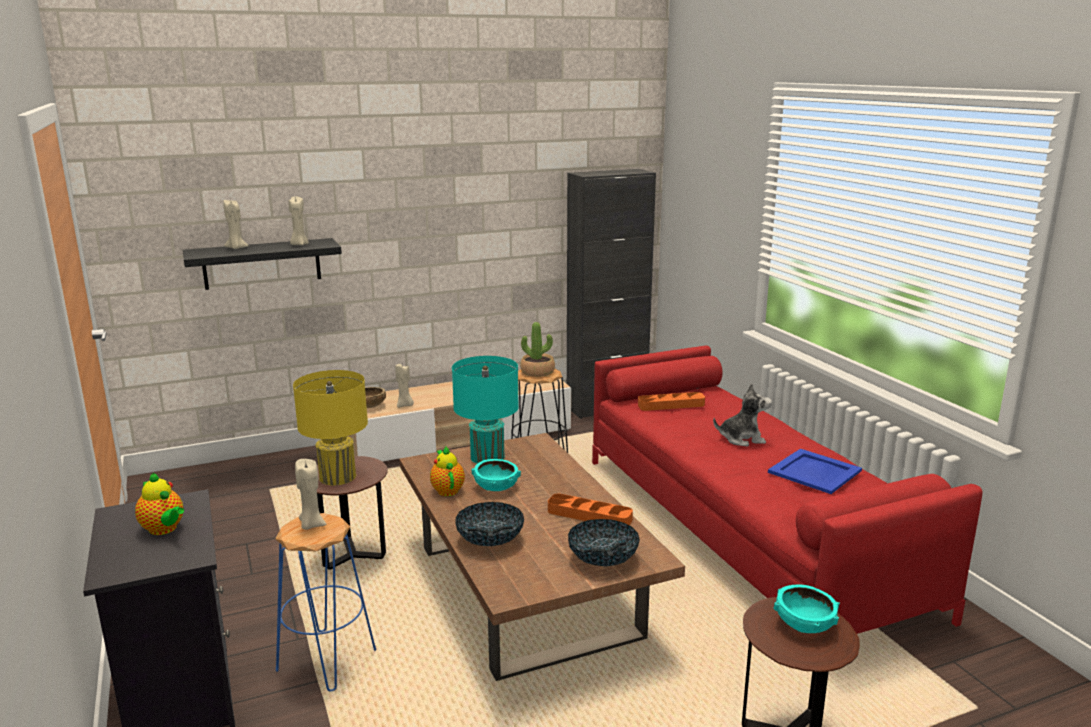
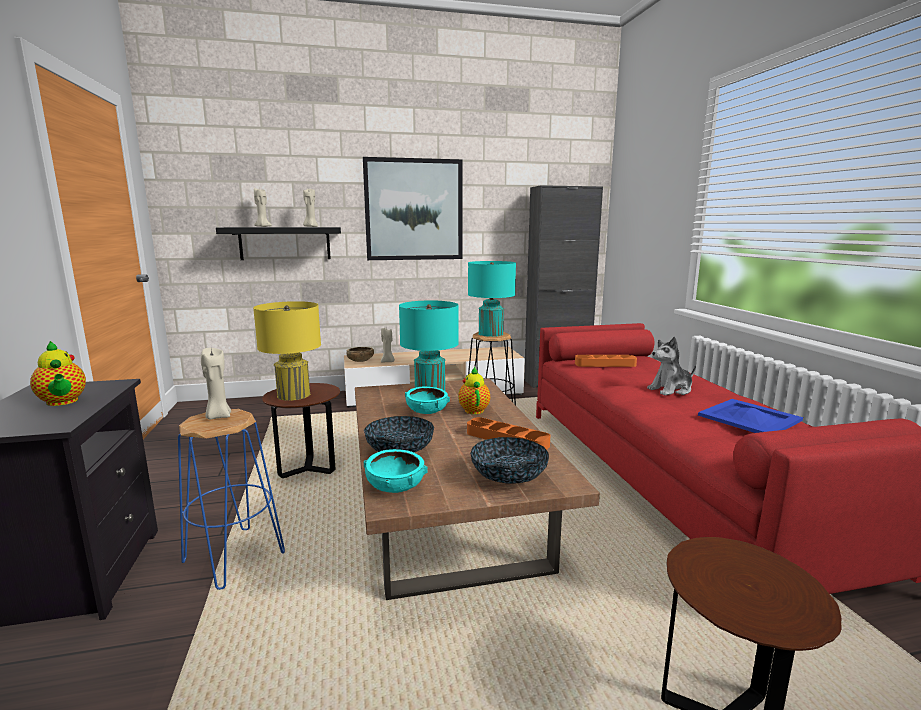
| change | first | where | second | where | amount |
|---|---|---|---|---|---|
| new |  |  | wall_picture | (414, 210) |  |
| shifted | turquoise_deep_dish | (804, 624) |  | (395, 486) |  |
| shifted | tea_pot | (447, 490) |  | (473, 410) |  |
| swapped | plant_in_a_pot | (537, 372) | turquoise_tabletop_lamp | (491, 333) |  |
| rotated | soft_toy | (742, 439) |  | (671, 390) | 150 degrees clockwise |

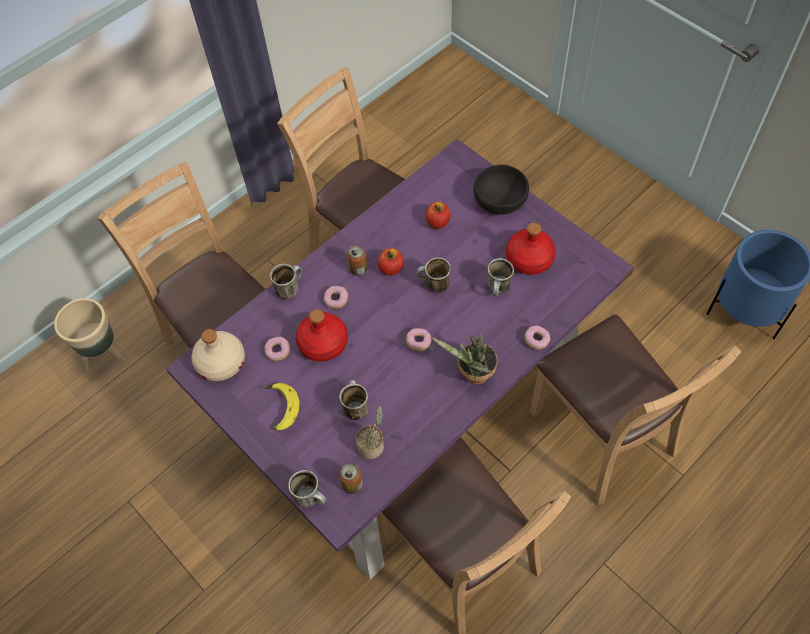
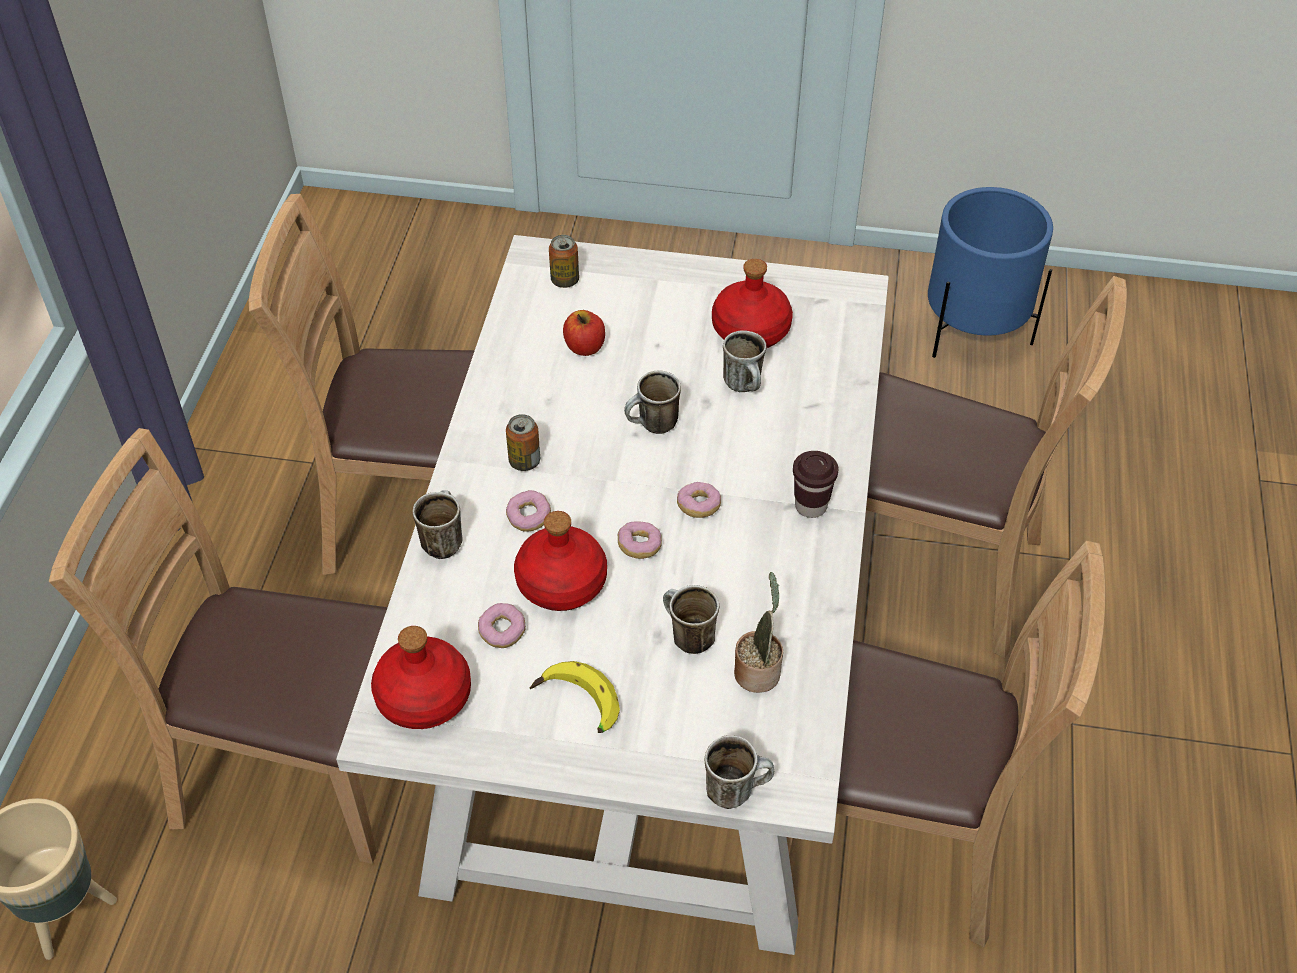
| change | first | where | second | where | amount |
|---|---|---|---|---|---|
| repainted | purple-coloured_dining_table | (411, 405) | whitish_dining_table | (651, 684) |  |
| repainted | sand-coloured_bottle | (221, 362) | reddish_bottle | (424, 696) |  |
| shifted | metal_can | (352, 484) |  | (565, 280) |  |
| shifted | doughnut | (536, 340) |  | (639, 546) |  |
| swapped | plant_in_a_pot | (473, 376) | brown_drinking_cup | (811, 506) |  |
| gone | apple_fruit | (391, 268) |  |  |  |
| gone | black_deep_dish | (501, 201) |  |  |  |

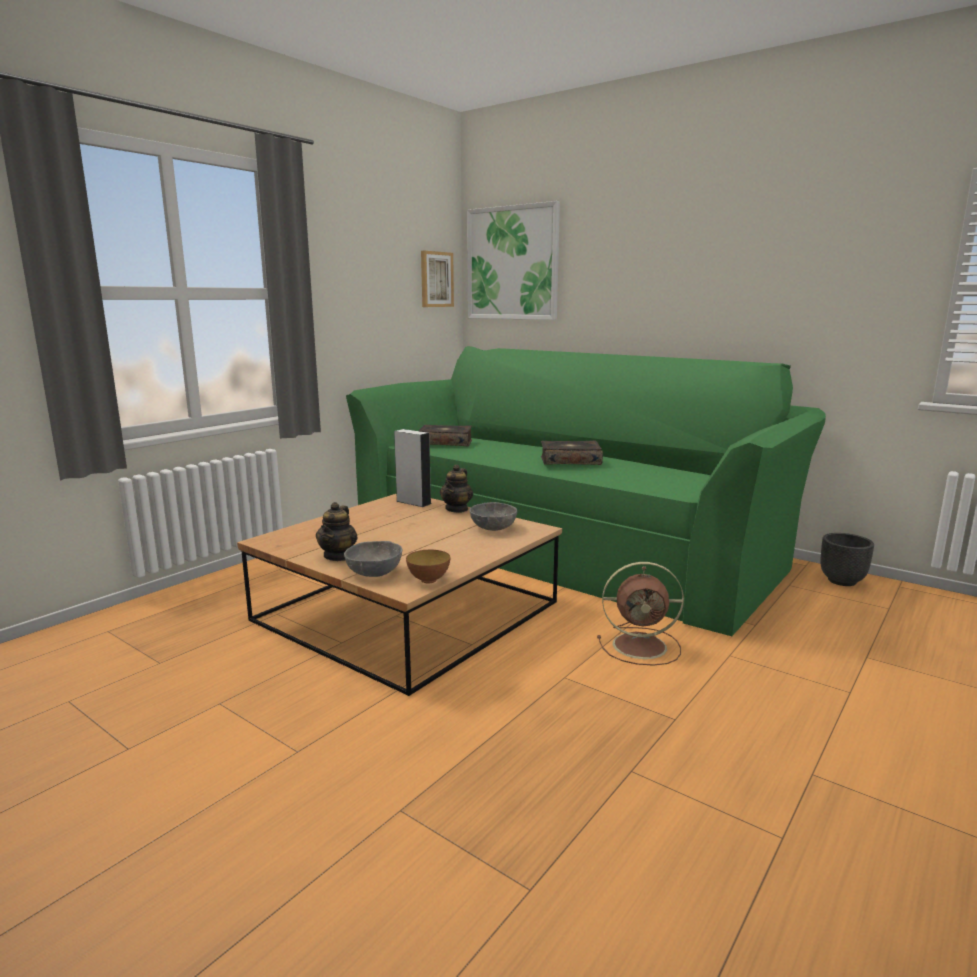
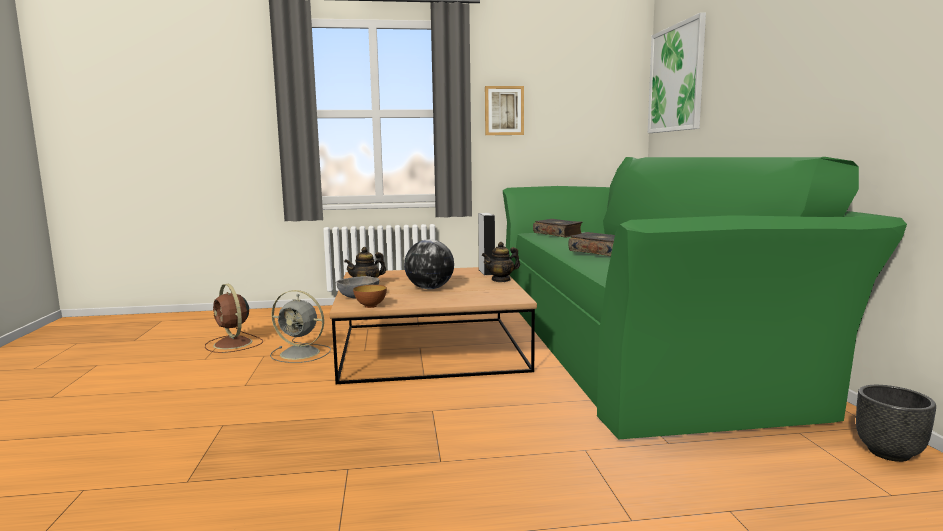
| change | first | where | second | where | amount |
|---|---|---|---|---|---|
| shifted | brown_cooling_fan | (642, 646) |  | (233, 344) |  |
| new |  |  | grey_cooling_fan | (301, 353) |  |
| new |  |  | desk_globe | (430, 288) |  |
| shifted | wall_picture | (436, 279) |  | (504, 111) |  |
| gone | grey_deep_dish | (493, 528) |  |  |  |

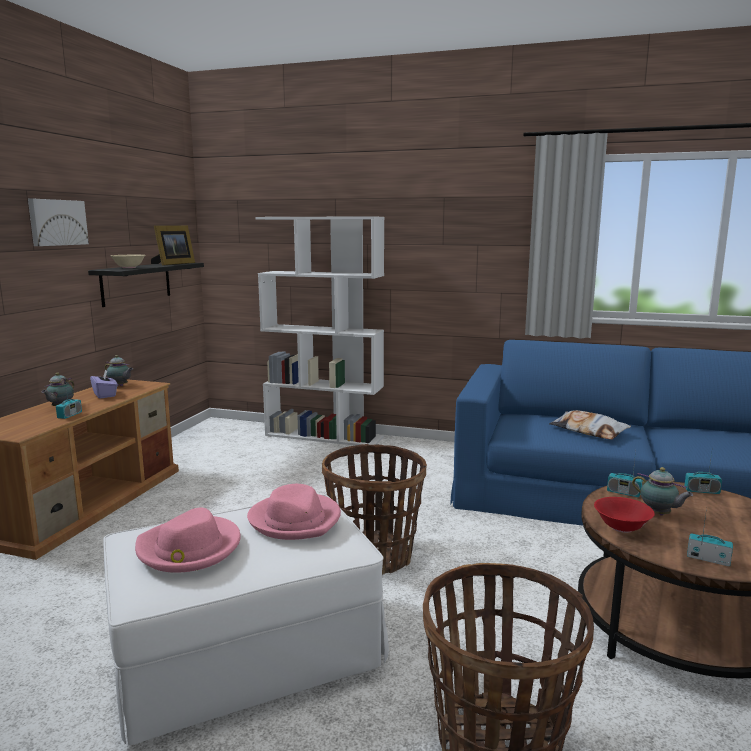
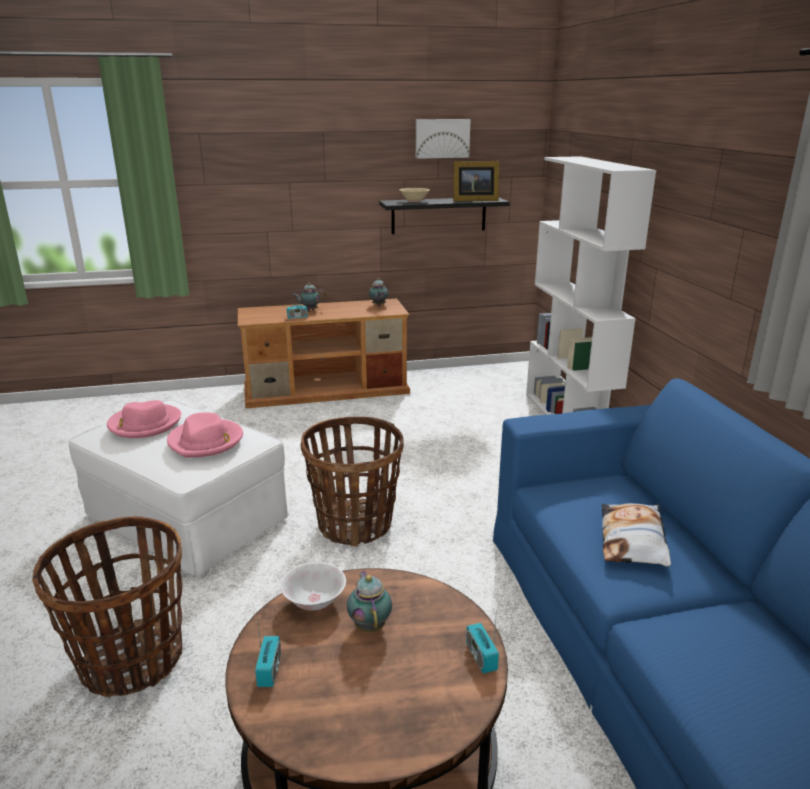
| change | first | where | second | where | amount |
|---|---|---|---|---|---|
| repainted | reddish_deep_dish | (621, 527) | whitish_deep_dish | (315, 601) |  |
| rotated | tea_pot | (659, 514) |  | (370, 625) | 150 degrees clockwise |
| shifted | wall_picture | (57, 222) |  | (442, 138) |  |
| gone | purple-coloured_tissue_box | (105, 395) |  |  |  |
| gone | radio_receiver | (623, 493) |  |  |  |

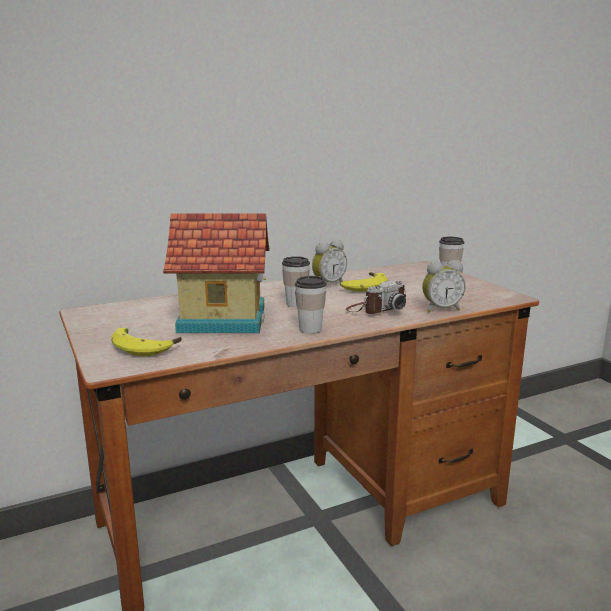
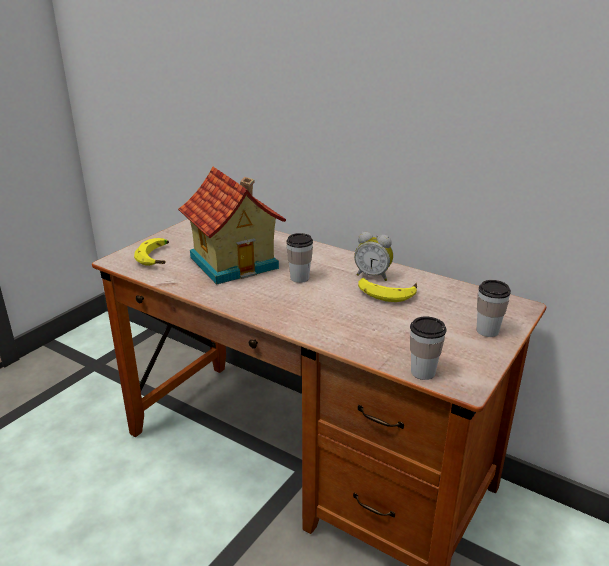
| change | first | where | second | where | amount |
|---|---|---|---|---|---|
| shifted | drinking_cup | (310, 329) |  | (423, 372) |  |
| gone | still_camera | (376, 309) |  |  |  |
| gone | table_clock | (441, 309) |  |  |  |

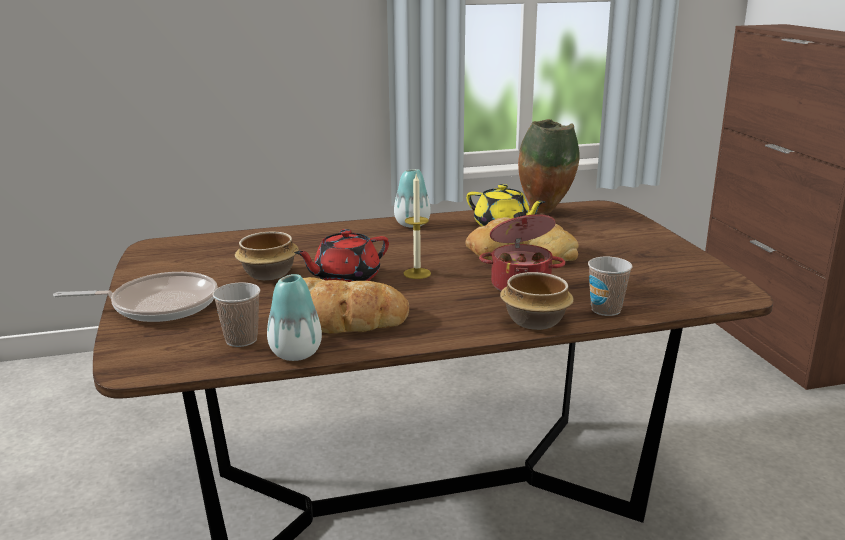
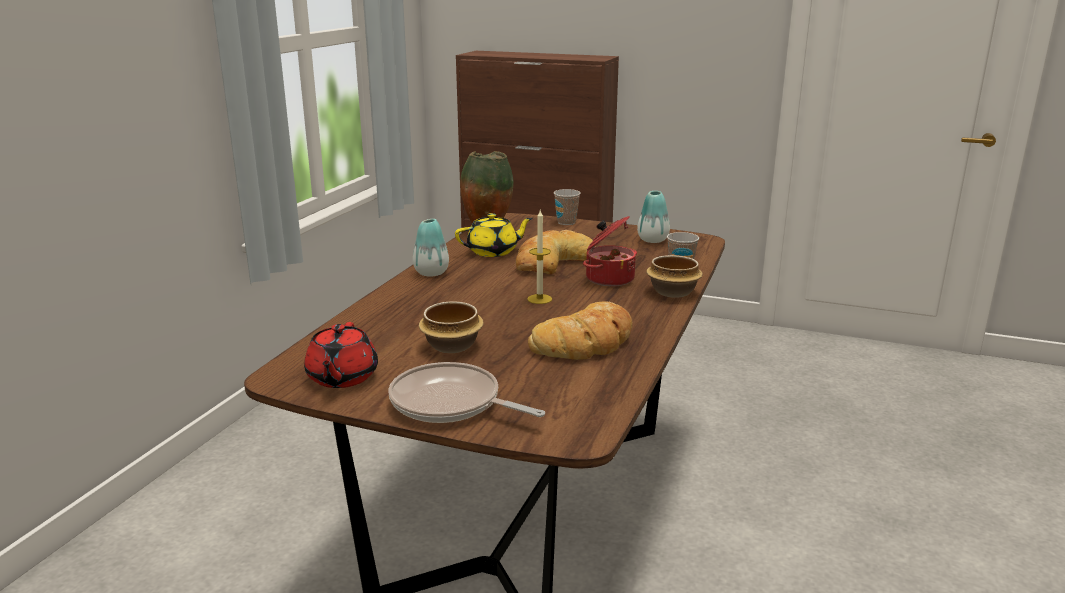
| change | first | where | second | where | amount |
|---|---|---|---|---|---|
| shifted | reddish_tea_pot | (345, 279) |  | (342, 378) |  |
| rotated | frying_pan | (158, 305) |  | (450, 403) | 90 degrees counterclockwise |
| shifted | drinking_cup | (241, 340) |  | (566, 222) |  |
| shifted | vase | (296, 353) |  | (652, 240) |  |

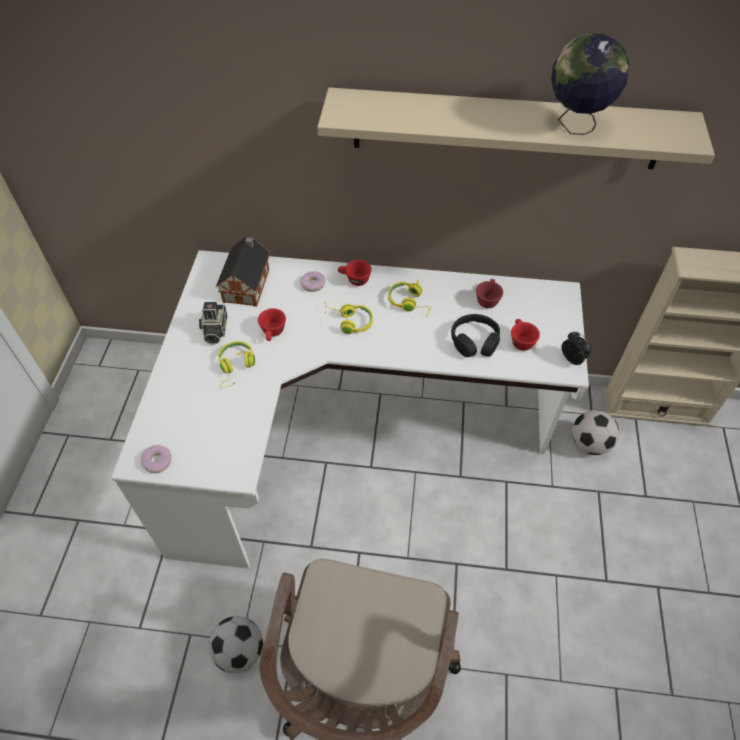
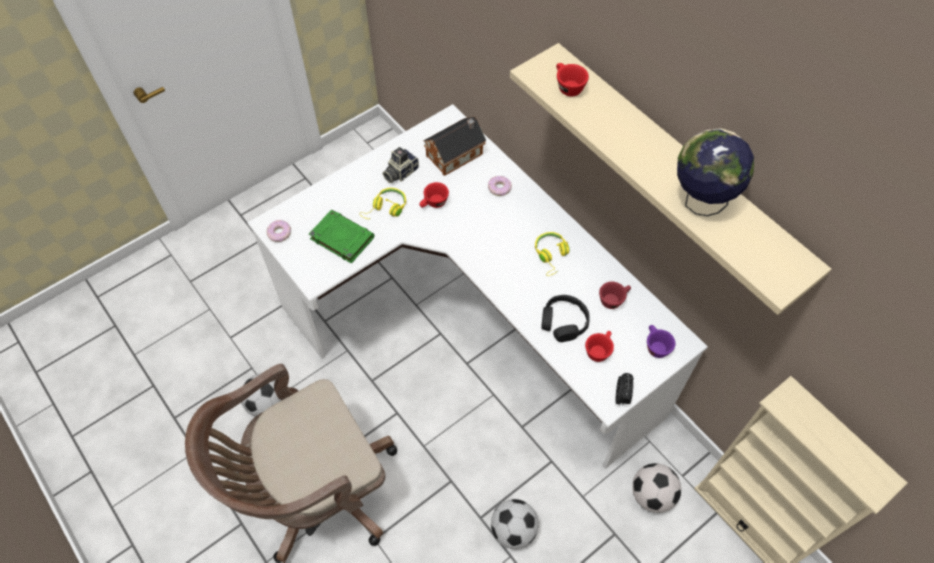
| change | first | where | second | where | amount |
|---|---|---|---|---|---|
| new |  |  | green-coloured_volume | (341, 238) |  |
| new |  |  | football_ball | (513, 530) |  |
| shifted | reddish_drinking_cup | (354, 280) |  | (567, 87) |  |
| new |  |  | purple-coloured_drinking_cup | (655, 346) |  |
| gone | yellow-coloured_headphones | (349, 321) |  |  |  |

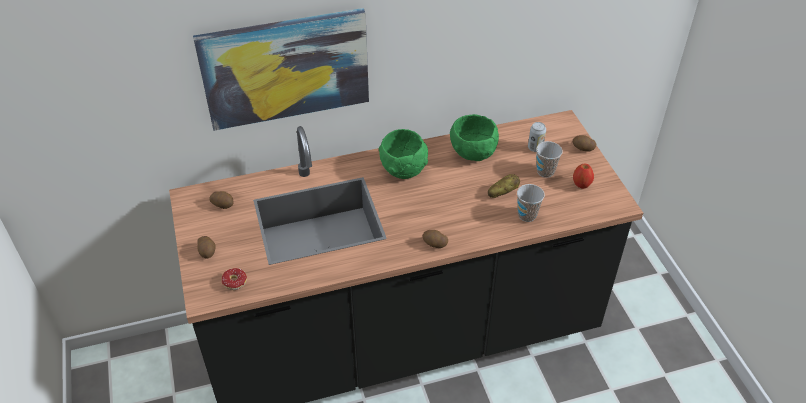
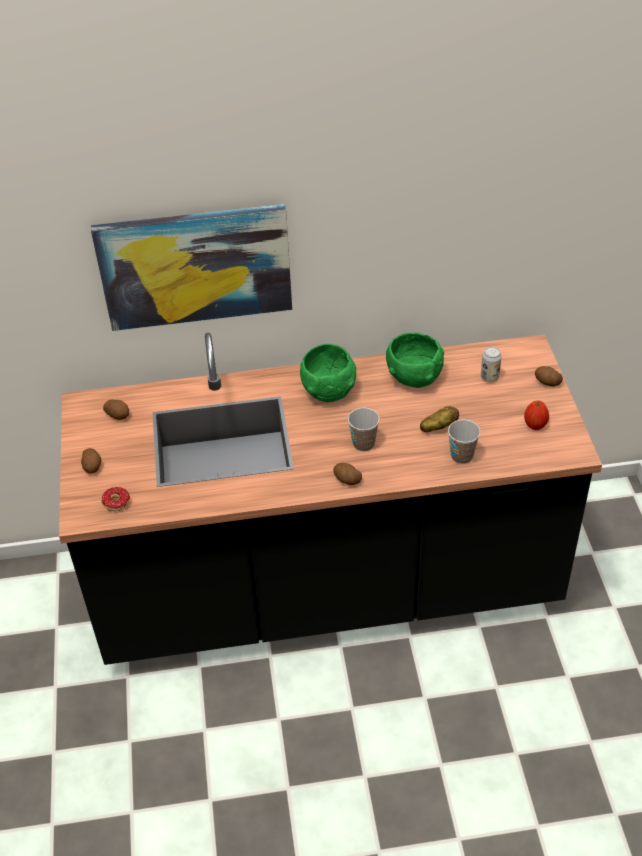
| change | first | where | second | where | amount |
|---|---|---|---|---|---|
| shifted | drinking_cup | (545, 171) |  | (363, 444) |  |

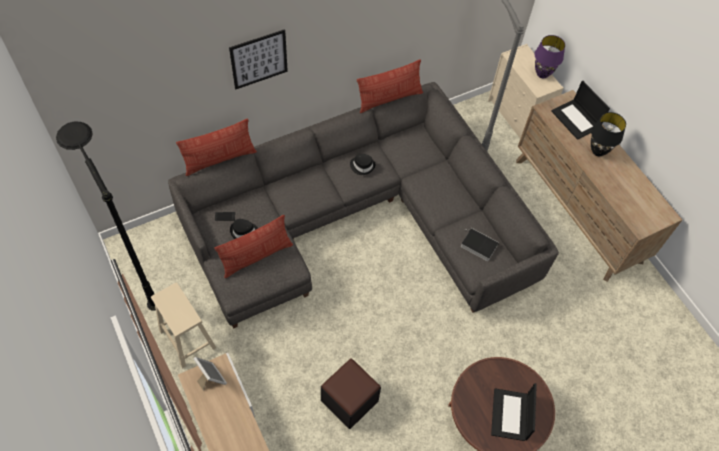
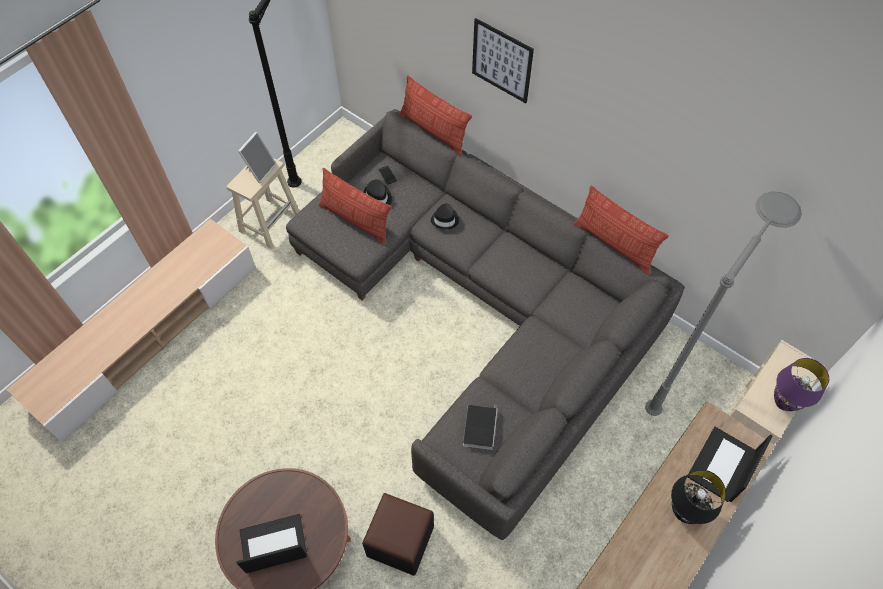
| change | first | where | second | where | amount |
|---|---|---|---|---|---|
| shifted | standing_frame | (210, 378) |  | (260, 170) |  |
| shifted | black_ottoman | (349, 400) |  | (400, 541) |  |
| shifted | black_clothing_hat | (362, 166) |  | (445, 219) |  |

